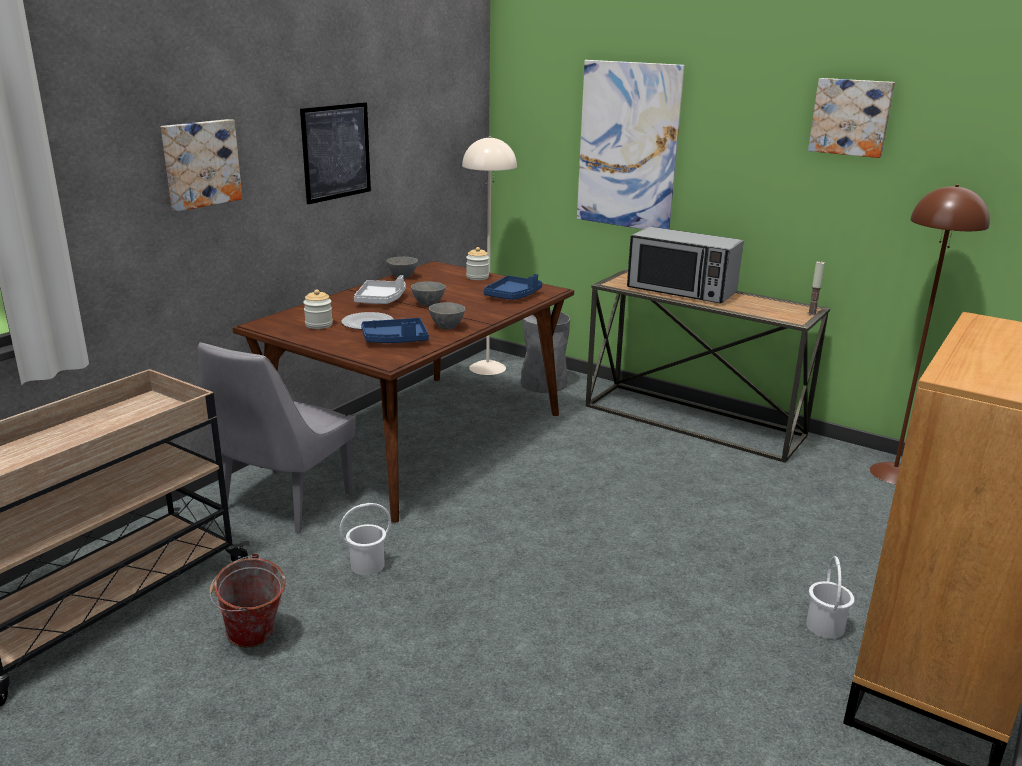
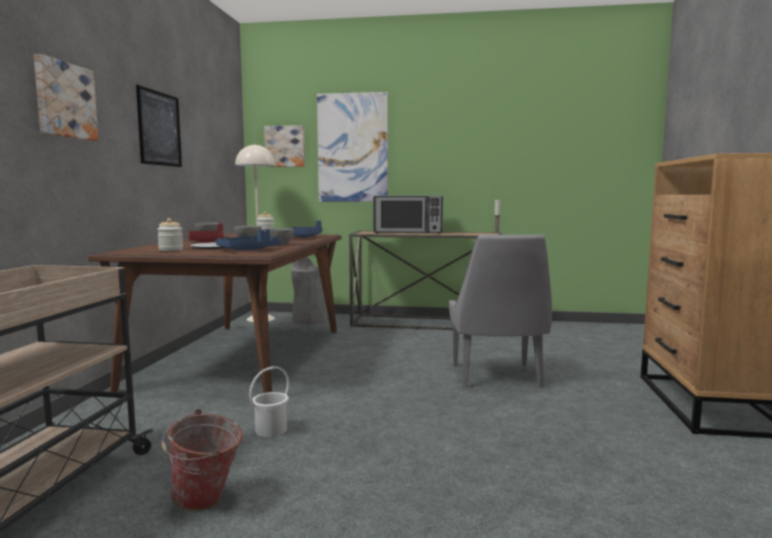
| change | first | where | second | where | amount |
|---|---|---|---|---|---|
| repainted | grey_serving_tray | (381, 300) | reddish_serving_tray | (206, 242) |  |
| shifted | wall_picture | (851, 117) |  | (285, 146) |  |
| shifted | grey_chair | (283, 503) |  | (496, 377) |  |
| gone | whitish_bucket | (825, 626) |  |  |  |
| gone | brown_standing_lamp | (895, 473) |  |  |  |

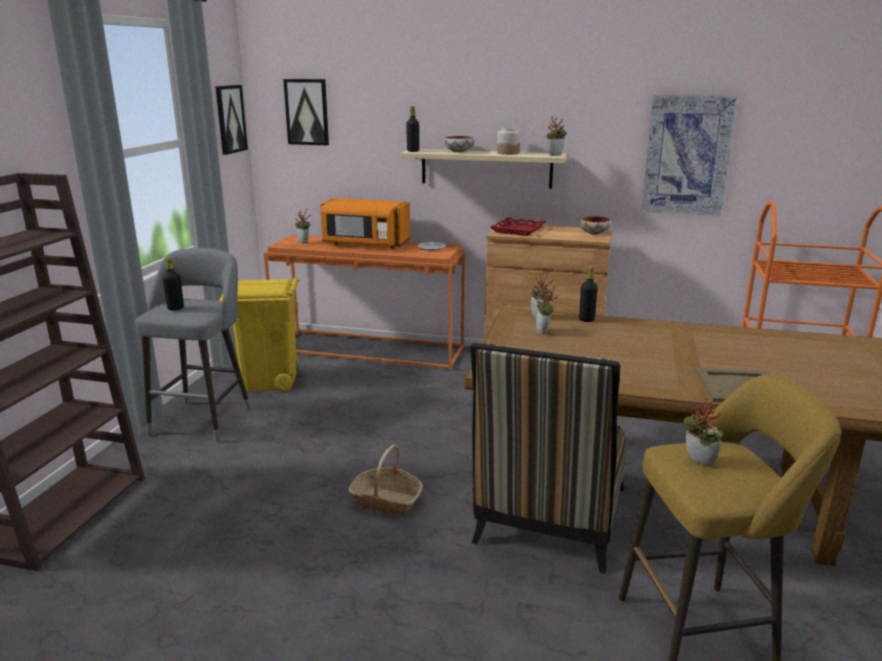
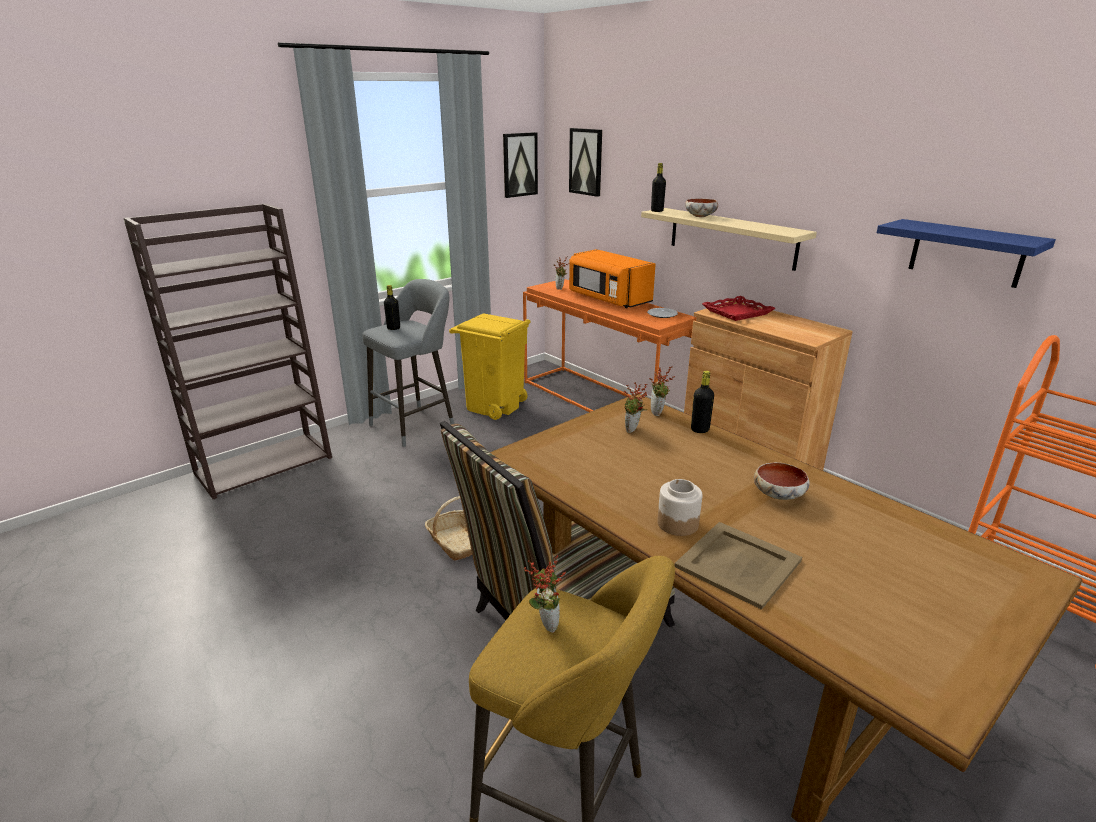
| change | first | where | second | where | amount |
|---|---|---|---|---|---|
| shifted | preserve_jar | (508, 153) |  | (677, 523) |  |
| shifted | deep_dish | (595, 233) |  | (779, 495) |  |
| swapped | wall_picture | (687, 155) | bluish_bracket_shelf | (966, 253) |  |
| gone | plant_in_a_pot | (554, 155) |  |  |  |

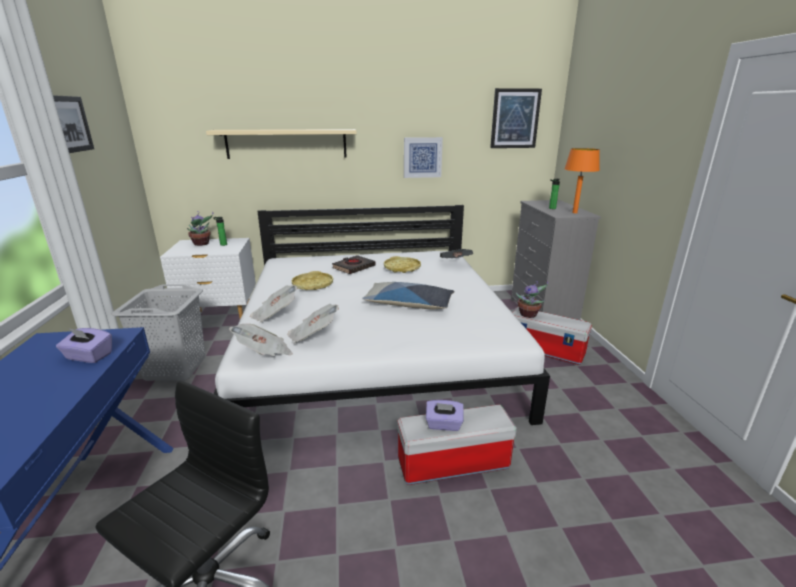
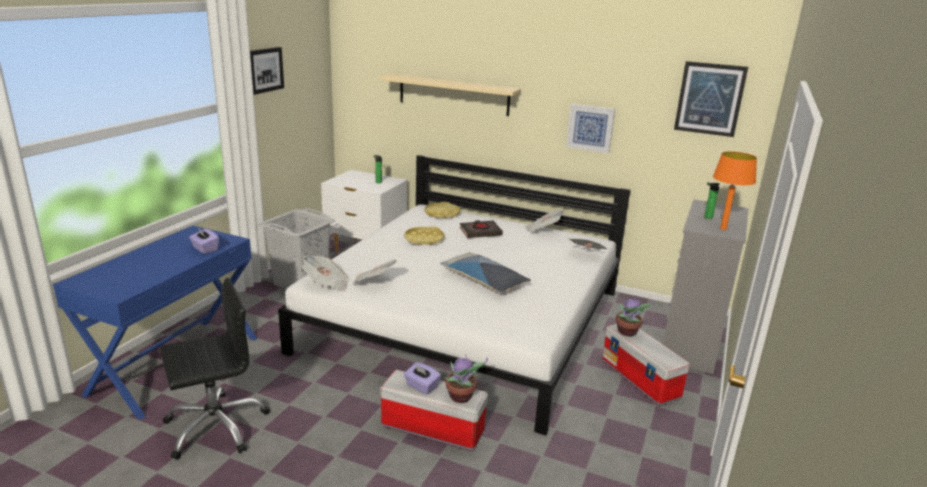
| change | first | where | second | where | amount |
|---|---|---|---|---|---|
| shifted | yellow-coloured_serving_tray | (402, 268) |  | (442, 214) |  |
| shifted | plant_in_a_pot | (202, 244) |  | (461, 397) |  |
| shifted | printed_paper | (274, 315) |  | (542, 230) |  |

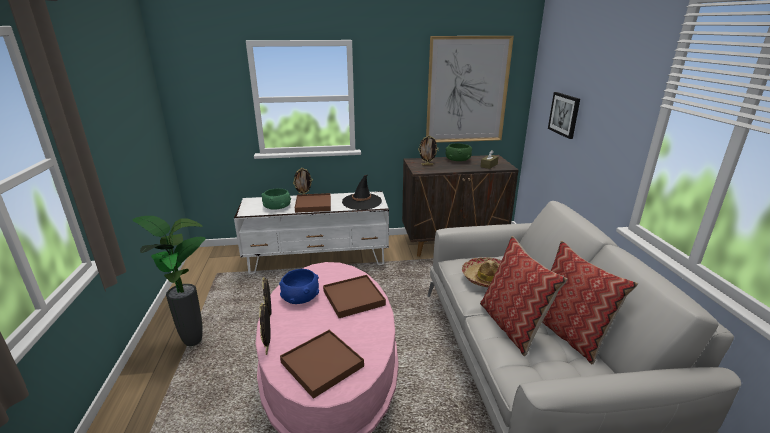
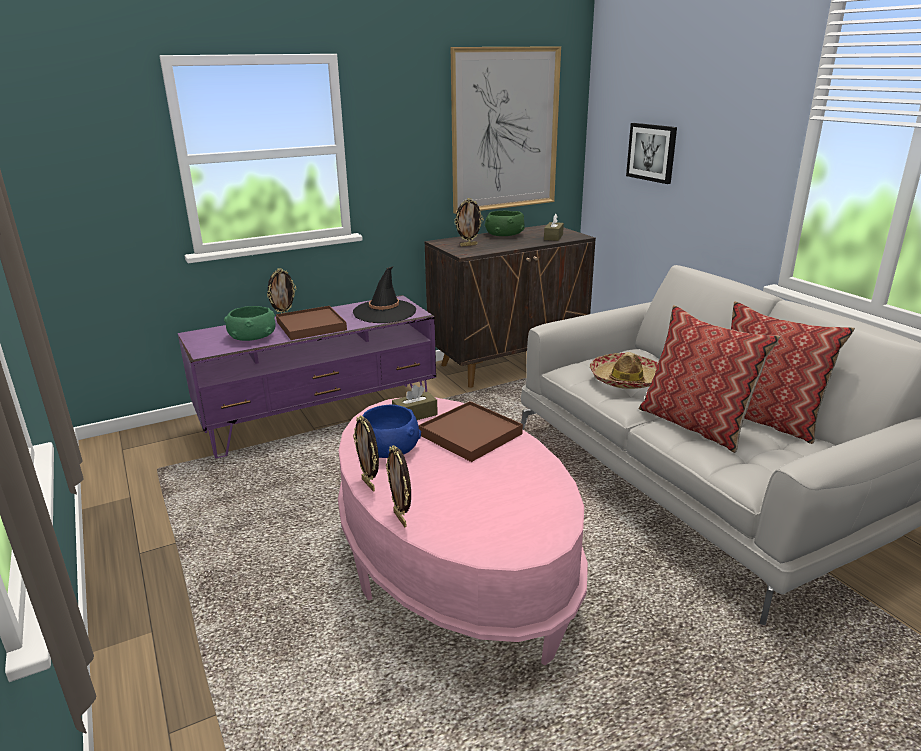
| change | first | where | second | where | amount |
|---|---|---|---|---|---|
| repainted | whitish_tv_stand | (318, 259) | purple-coloured_tv_stand | (320, 418) |  |
| new |  |  | brown_tissue_box | (415, 415) |  |
| gone | plant_in_a_pot | (192, 342) |  |  |  |
| gone | brown_serving_tray | (322, 364) |  |  |  |

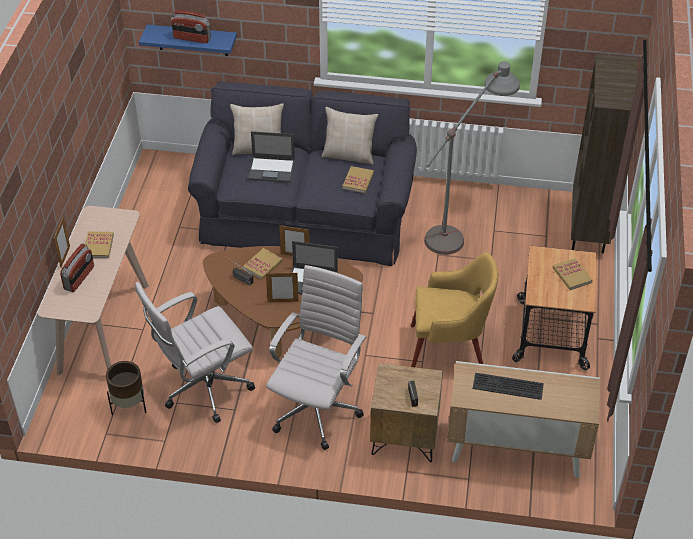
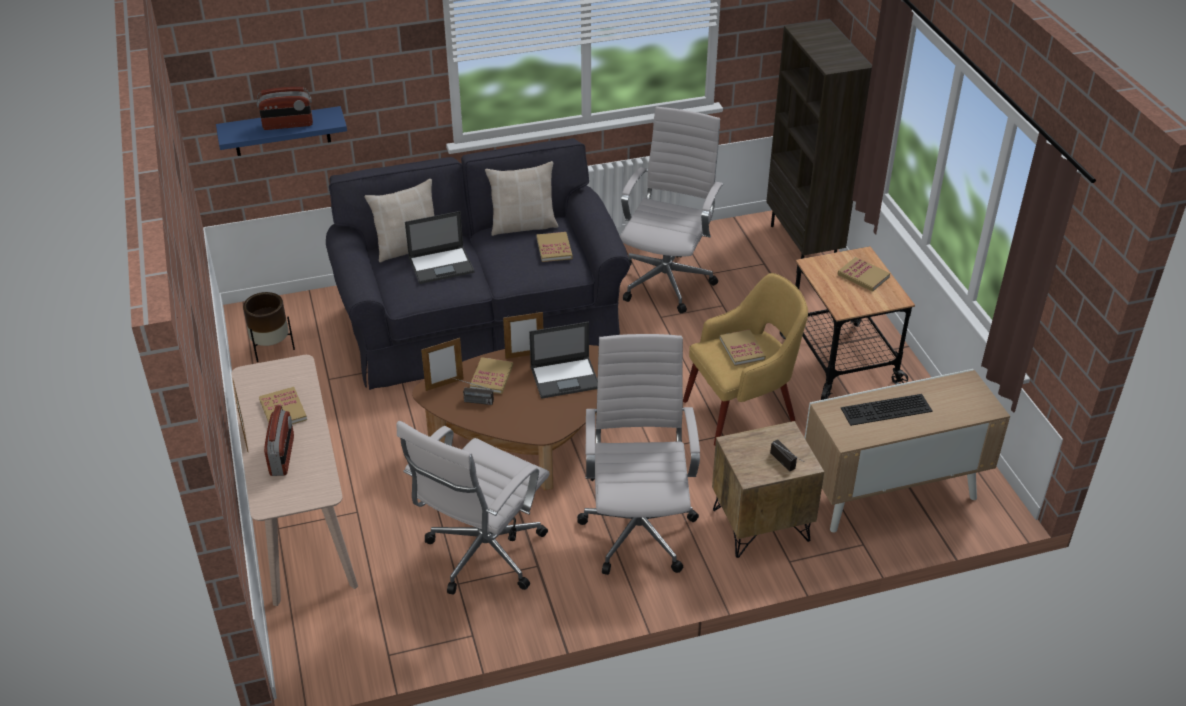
| change | first | where | second | where | amount |
|---|---|---|---|---|---|
| shifted | brown_planter | (129, 405) |  | (272, 349) |  |
| shifted | standing_frame | (283, 301) |  | (444, 384) |  |
| swapped | grey_standing_lamp | (462, 226) | whitish_computer_chair | (667, 280) |  |
| new |  |  | volume | (742, 349) |  |

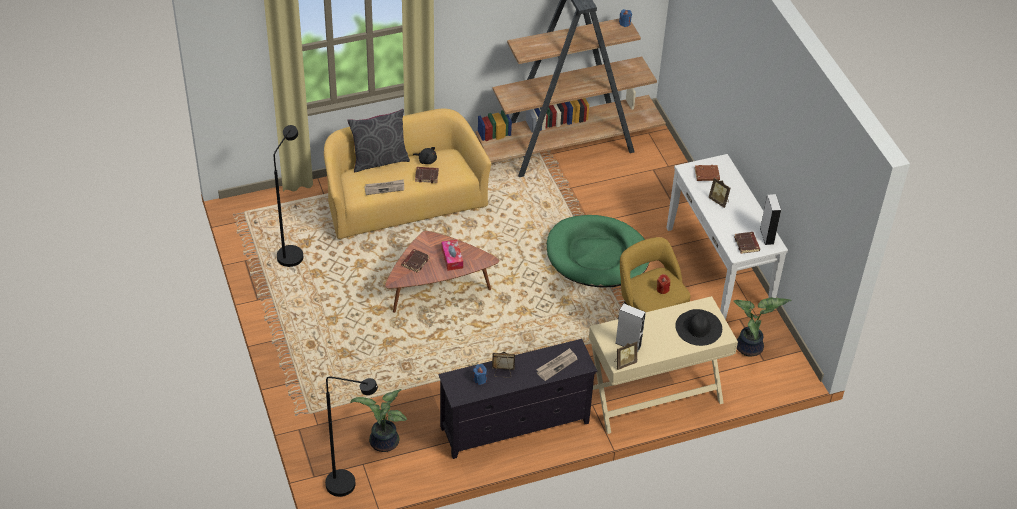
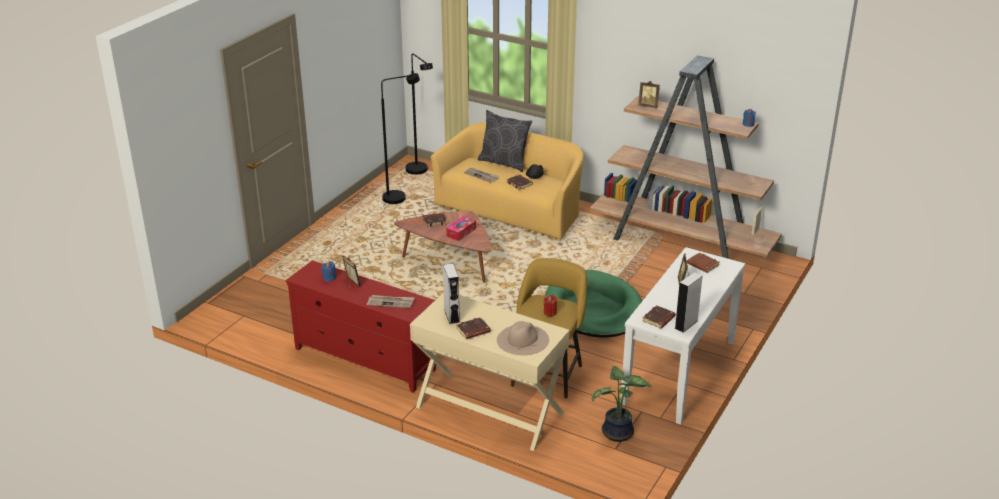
| change | first | where | second | where | amount |
|---|---|---|---|---|---|
| repainted | black_tv_stand | (514, 426) | reddish_tv_stand | (364, 360) |  |
| shifted | black_standing_lamp | (349, 485) |  | (420, 172) |  |
| new |  |  | brown_volume | (473, 331) |  |
| repainted | black_clothing_hat | (698, 327) | sand-coloured_clothing_hat | (522, 339) |  |
| shifted | standing_frame | (624, 363) |  | (648, 106) |  |
| gone | plant_in_a_pot | (382, 443) |  |  |  |

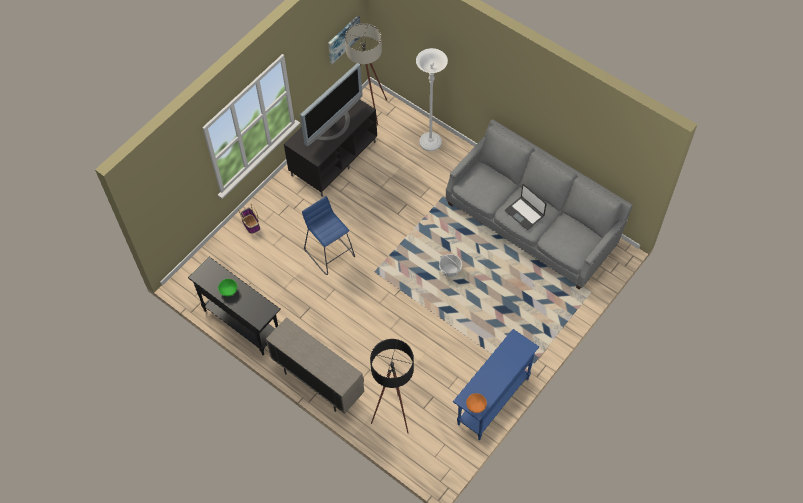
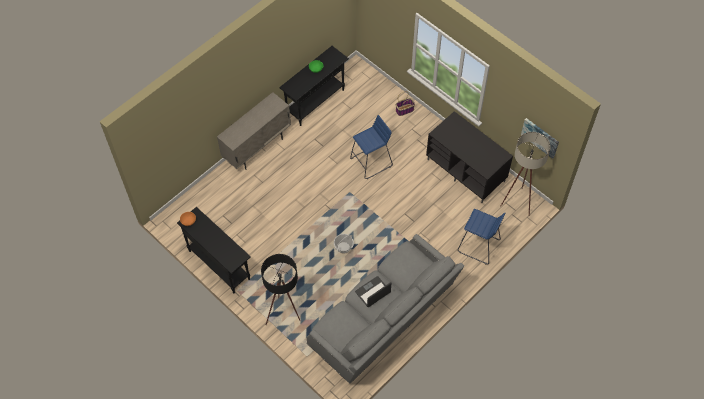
| change | first | where | second | where | amount |
|---|---|---|---|---|---|
| repainted | bluish_console_table | (492, 401) | black_console_table | (219, 264) |  |
| shifted | black_standing_lamp | (394, 412) |  | (285, 316) |  |
| swapped | whitish_standing_lamp | (430, 142) | bluish_stool | (479, 246) |  |
| gone | television | (331, 124) |  |  |  |

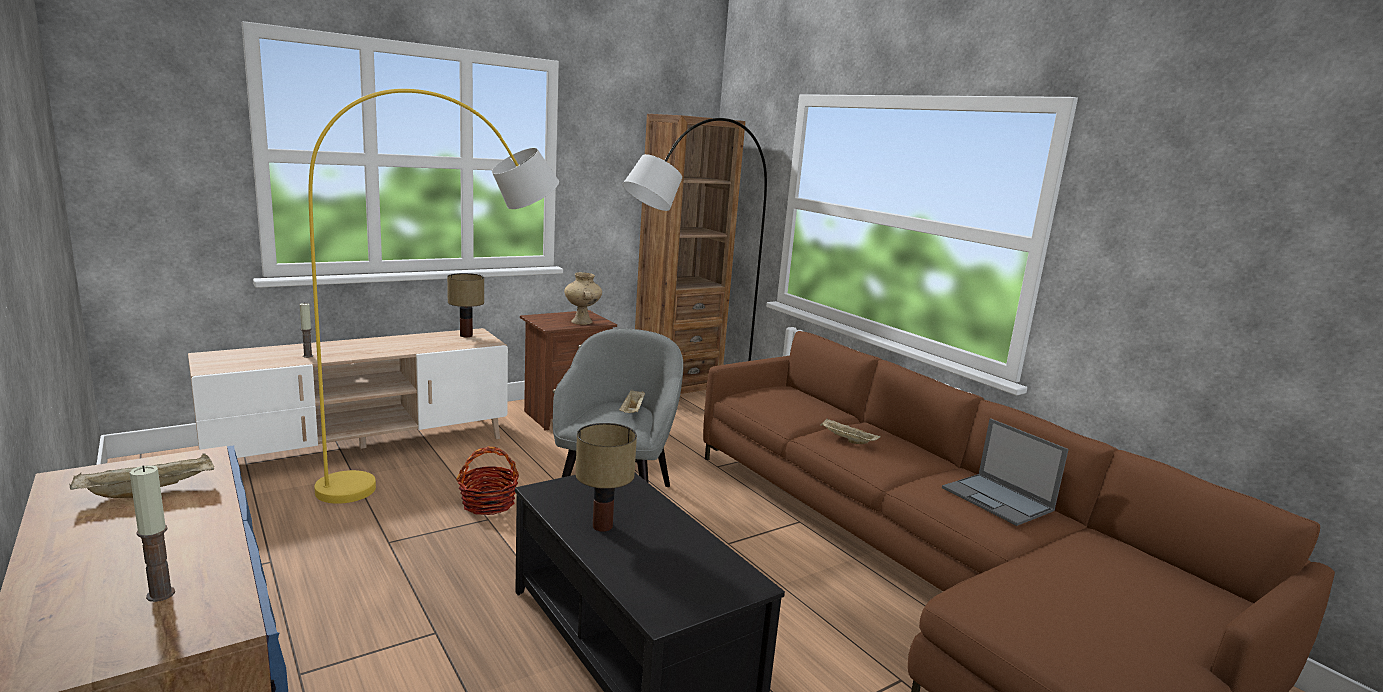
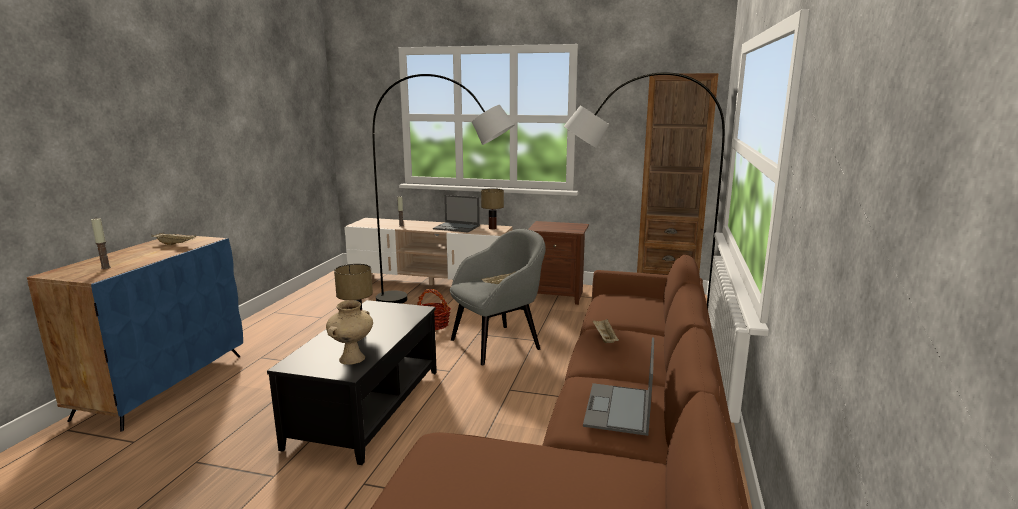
| change | first | where | second | where | amount |
|---|---|---|---|---|---|
| shifted | sand-coloured_vase | (582, 322) |  | (352, 359) |  |
| repainted | yellow-coloured_standing_lamp | (449, 468) | grey_standing_lamp | (447, 304) |  |
| new |  |  | portable_computer | (457, 227) |  |

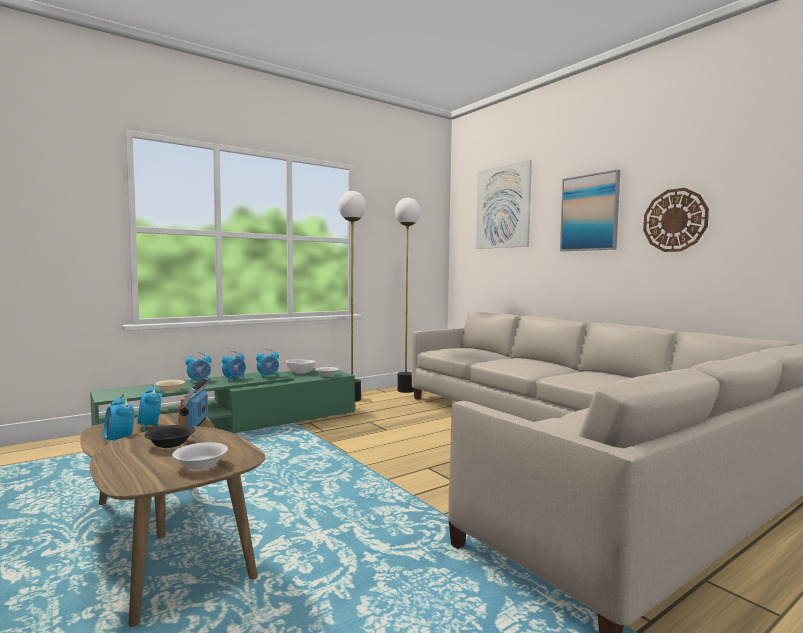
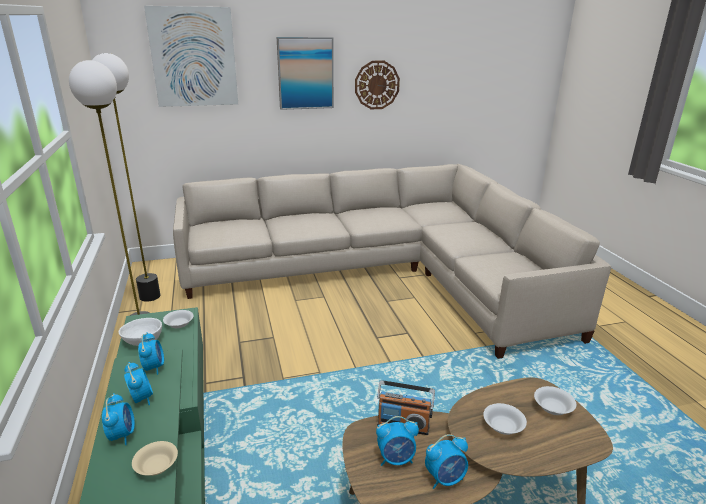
| change | first | where | second | where | amount |
|---|---|---|---|---|---|
| repainted | black_deep_dish | (170, 444) | whitish_deep_dish | (503, 427) |  |

